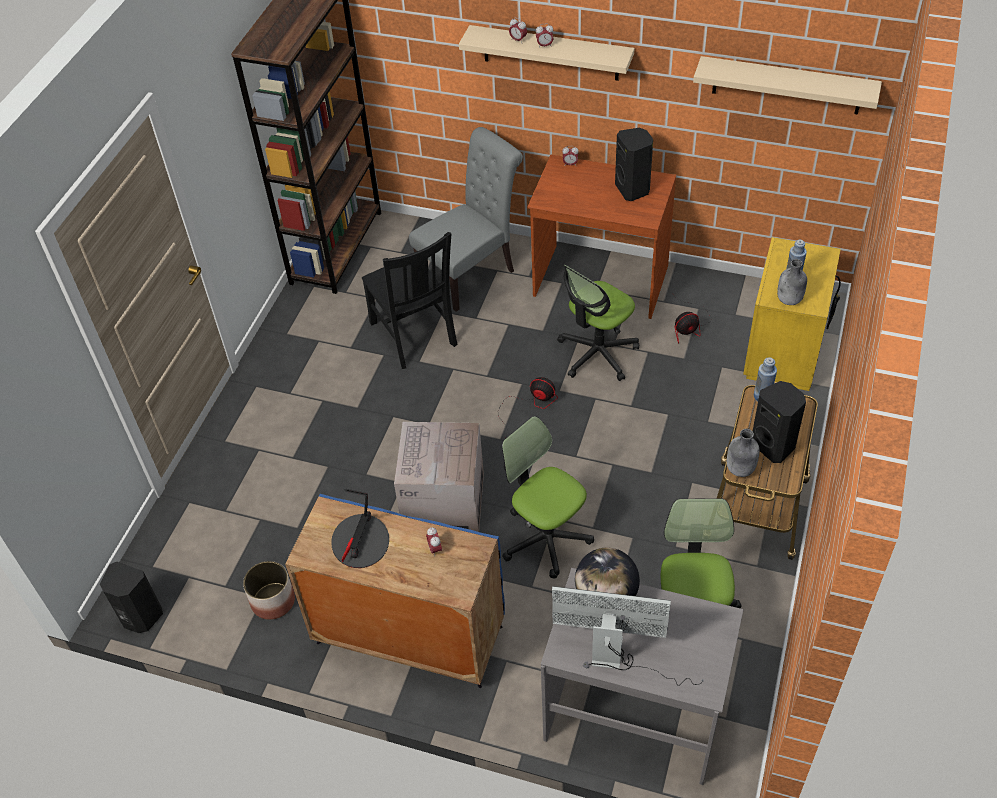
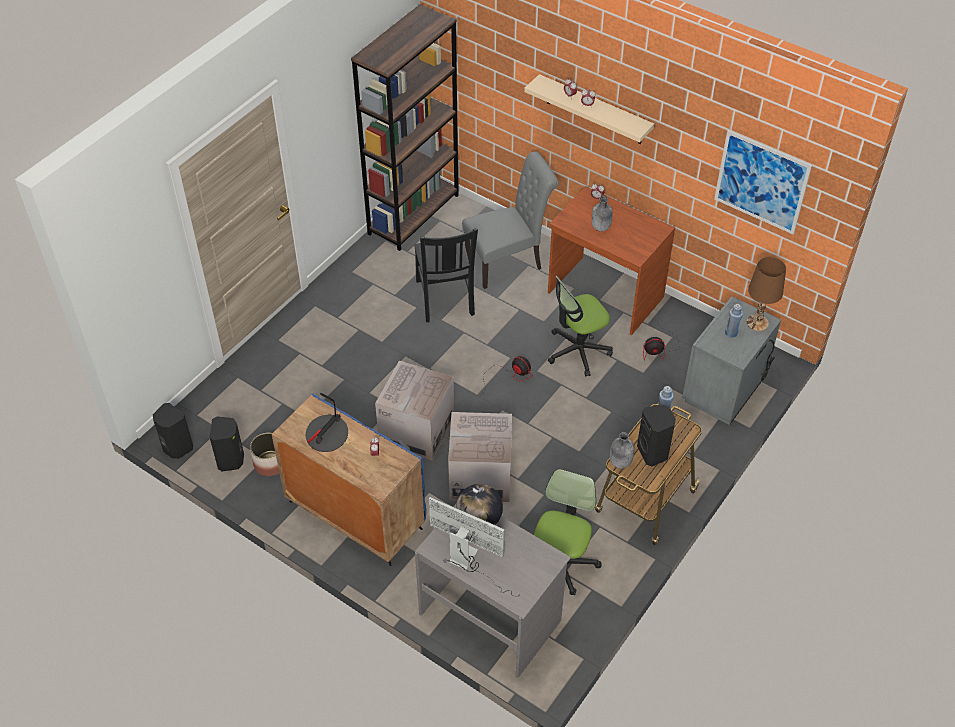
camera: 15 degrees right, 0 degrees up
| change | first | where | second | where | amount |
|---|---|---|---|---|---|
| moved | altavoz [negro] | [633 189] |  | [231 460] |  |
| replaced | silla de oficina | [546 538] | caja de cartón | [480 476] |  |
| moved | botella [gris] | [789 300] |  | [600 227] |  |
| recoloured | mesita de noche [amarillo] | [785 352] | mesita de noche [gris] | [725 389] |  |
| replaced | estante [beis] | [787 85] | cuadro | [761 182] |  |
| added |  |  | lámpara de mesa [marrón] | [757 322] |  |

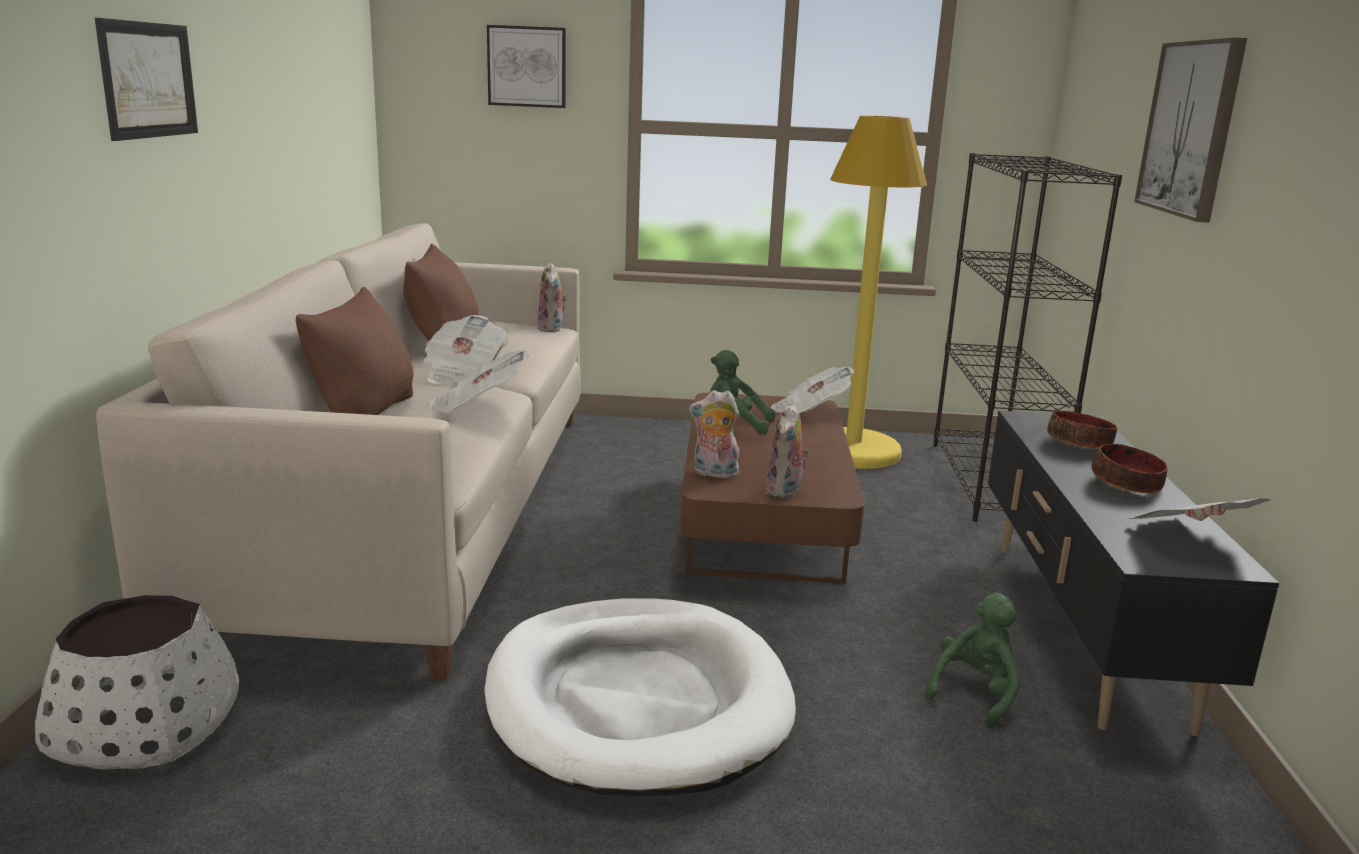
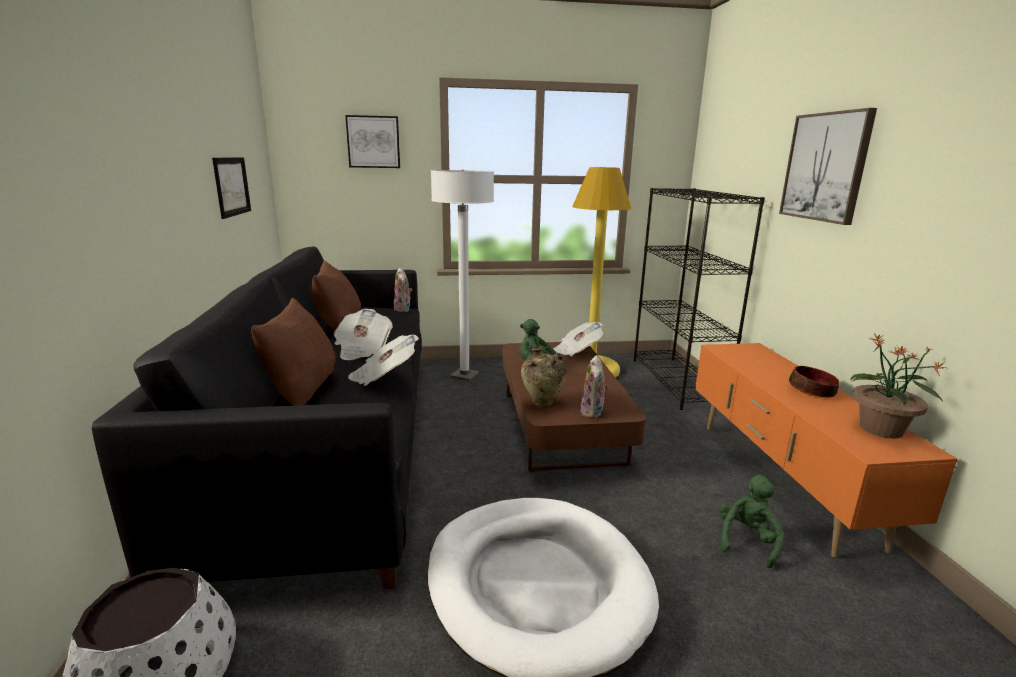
camera: 10 degrees left, 0 degrees up
| change | first | where | second | where | amount |
|---|---|---|---|---|---|
| recoloured | sofá [beis] | [416 510] | sofá [negro] | [333 442] |  |
| moved | cuadro | [148 80] |  | [232 186] |  |
| added |  |  | lámpara de pie [blanco] | [464 376] |  |
| replaced | peluche | [714 474] | florero [beis] | [542 404] |  |
| recoloured | mueble de televisión [negro] | [1081 629] | mueble de televisión [naranja] | [780 480] |  |
| replaced | periódico | [1190 539] | planta en maceta | [880 430] |  |
| removed | cuenco | [1079 443] |  |  |  |

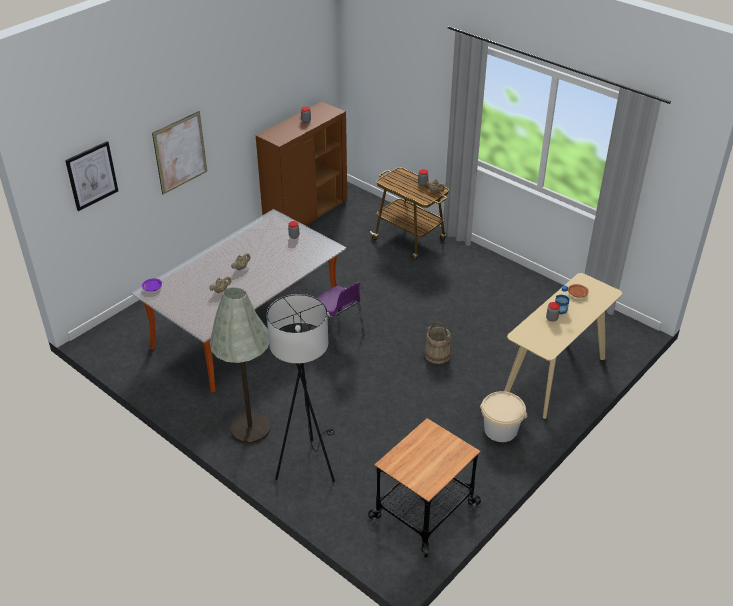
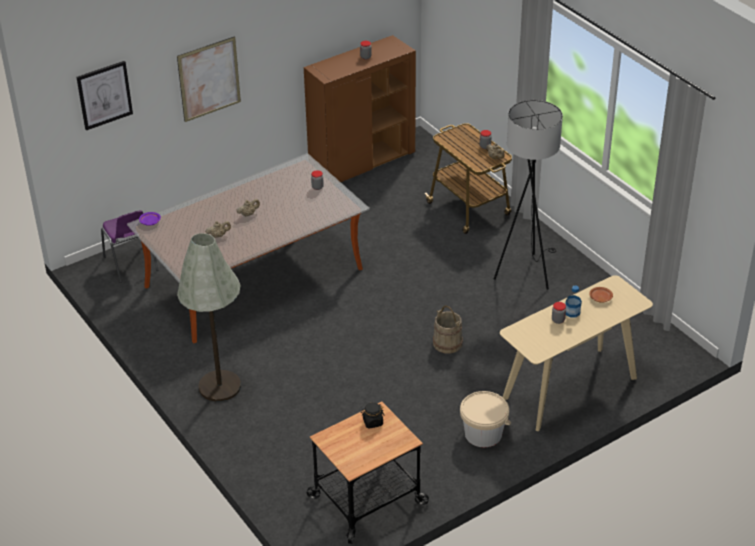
camera: 15 degrees right, 0 degrees up
| change | first | where | second | where | amount |
|---|---|---|---|---|---|
| moved | silla [morado] | [337 333] |  | [131 264] |  |
| added |  |  | tarro [negro] | [372 422] |  |
| moved | lámpara de pie [negro] | [307 463] |  | [525 271] |  |

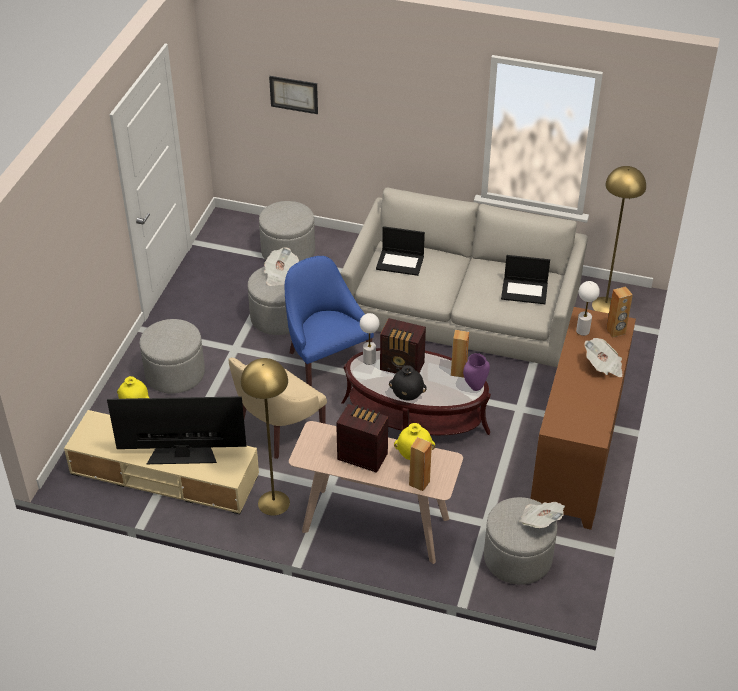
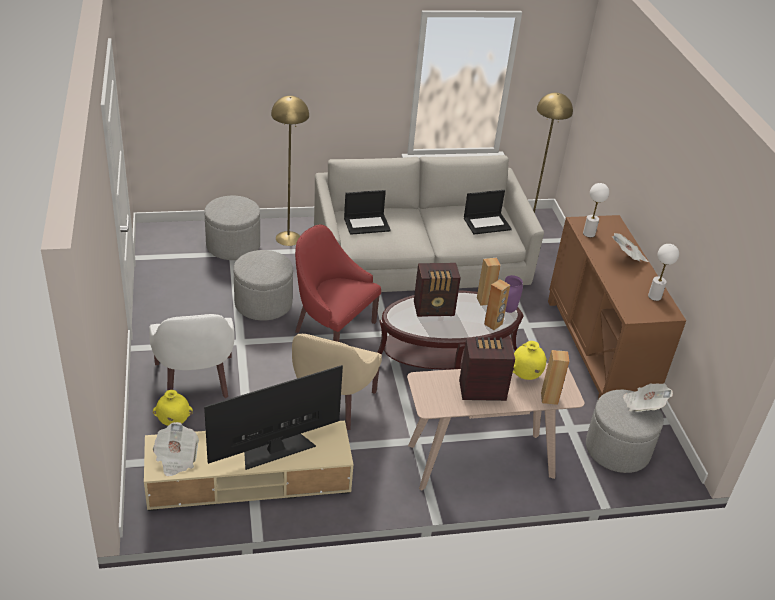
camera: 30 degrees left, 5 degrees down
| change | first | where | second | where | amount |
|---|---|---|---|---|---|
| replaced | puf [gris] | [175 373] | sillón [blanco] | [195 380] |  |
| moved | periódico | [280 275] |  | [176 458] |  |
| moved | lámpara de pie [amarillo] | [274 503] |  | [288 238] |  |
| recoloured | sillón [azul] | [325 358] | sillón [rojo] | [332 328] |  |
| moved | altavoz [marrón] | [615 331] |  | [493 324] |  |
| moved | lámpara de mesa [blanco] | [369 360] |  | [654 296] |  |
| removed | cuadro | [294 94] |  |  |  |
| removed | florero [negro] | [407 396] |  |  |  |

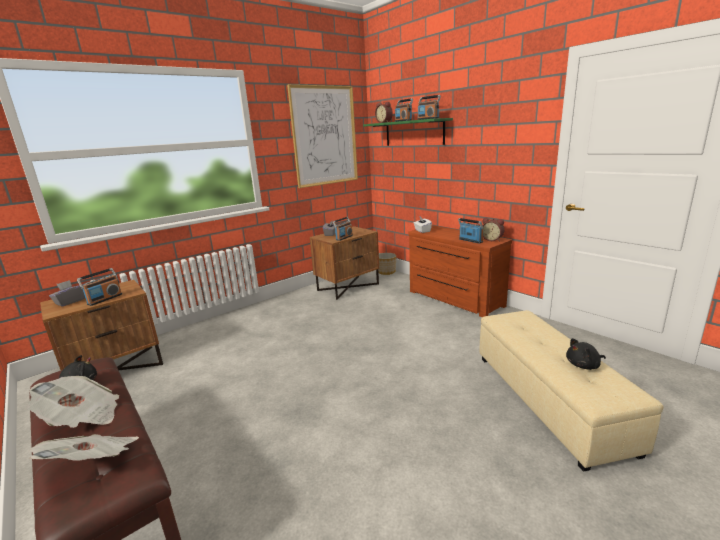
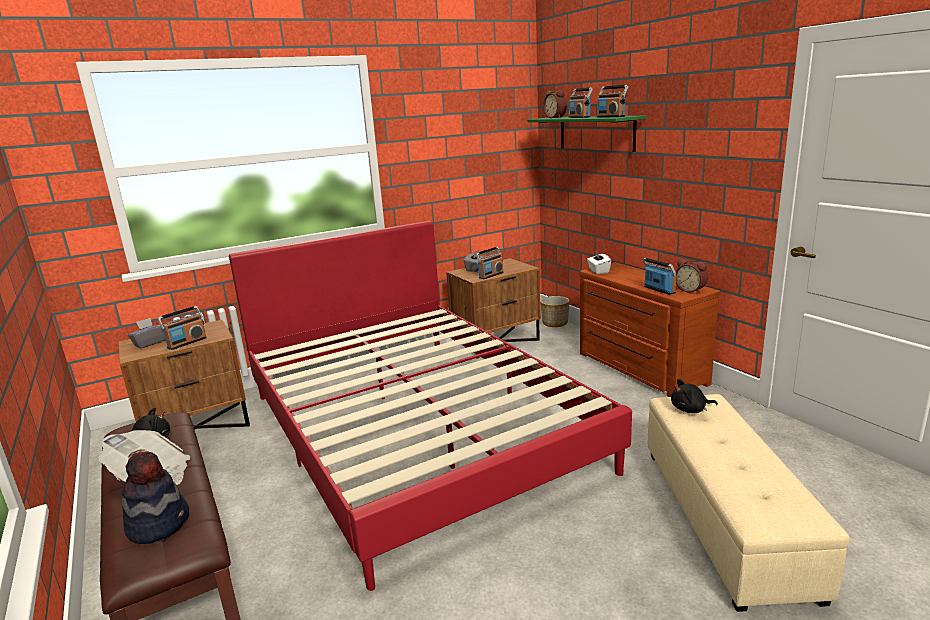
camera: 10 degrees right, 0 degrees up
| change | first | where | second | where | amount |
|---|---|---|---|---|---|
| replaced | periódico | [95 463] | sombrero | [159 523] |  |
| added |  |  | cama [rojo] | [415 429] |  |
| moved | peluche [negro] | [584 365] |  | [690 409] |  |
| removed | cuadro | [324 136] |  |  |  |

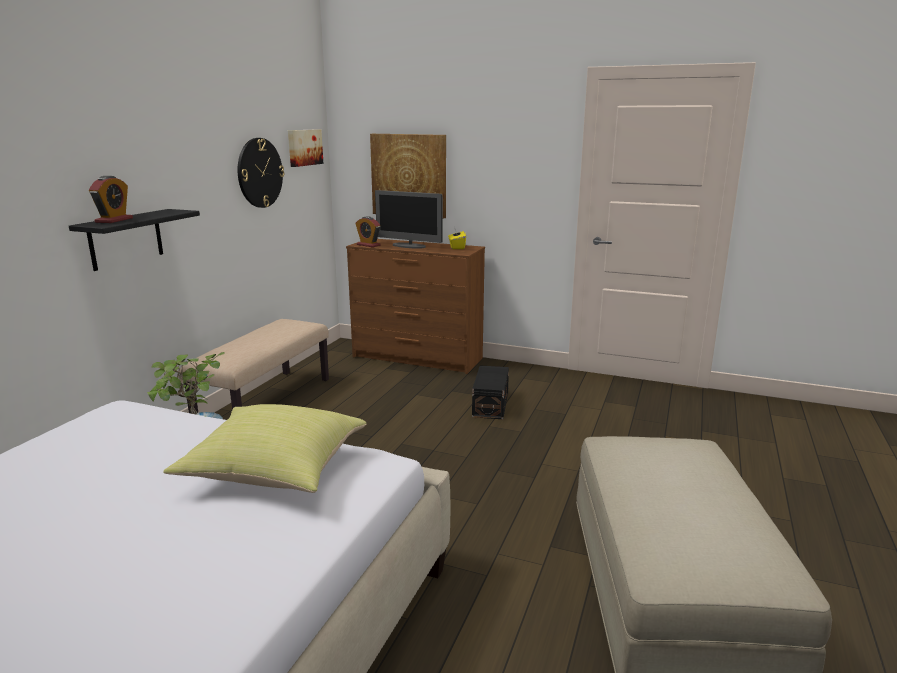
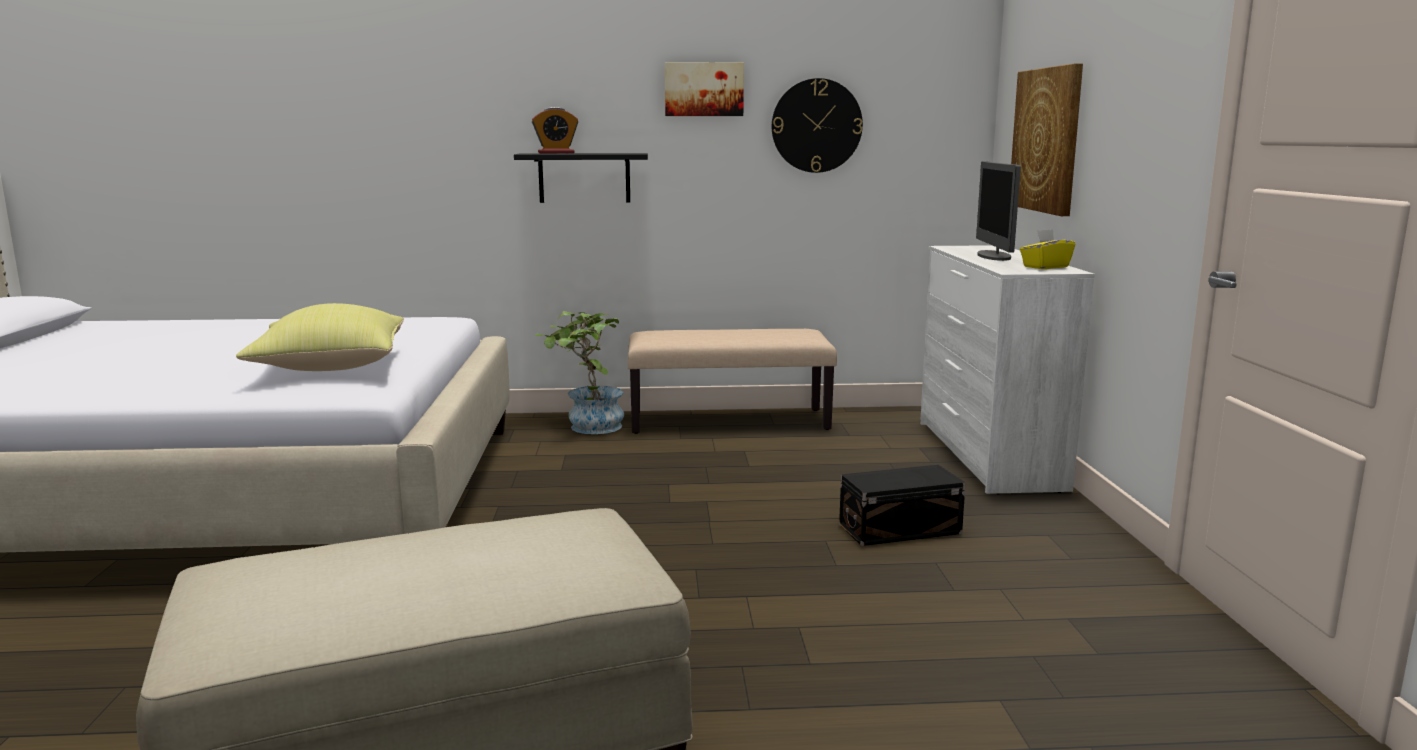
camera: 65 degrees right, 5 degrees down
| change | first | where | second | where | amount |
|---|---|---|---|---|---|
| moved | cuadro | [304 147] |  | [704 89] |  |
| recoloured | cómoda [marrón] | [417 358] | cómoda [blanco] | [986 455] |  |
| removed | despertador | [368 245] |  |  |  |

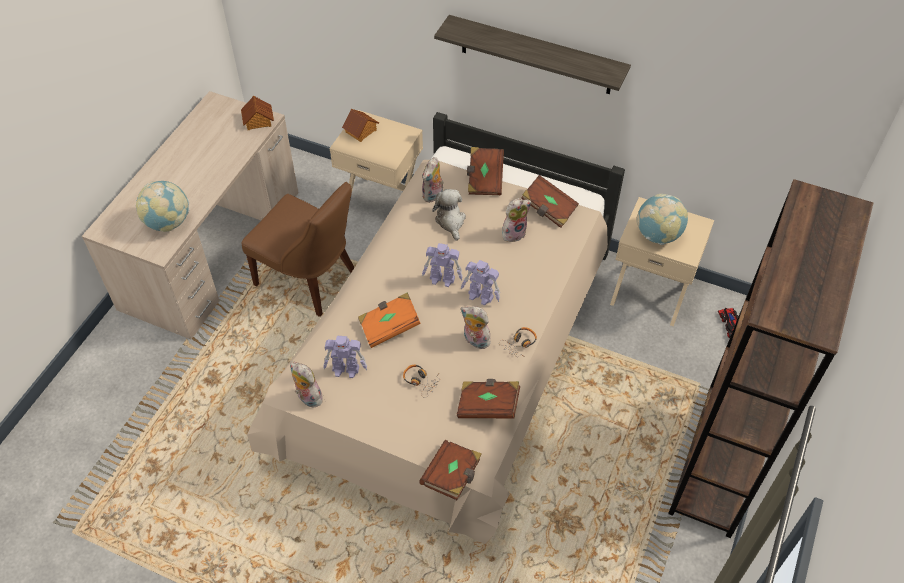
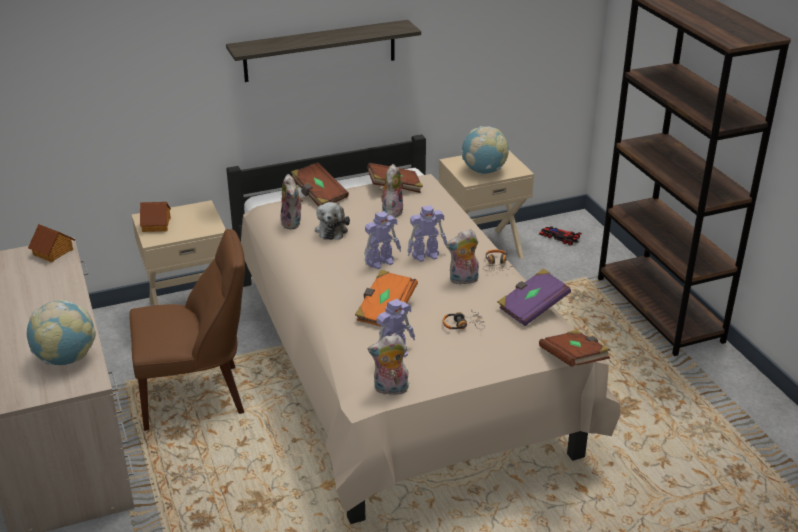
camera: 45 degrees left, 20 degrees down
| change | first | where | second | where | amount |
|---|---|---|---|---|---|
| turned | peluche | [450 221] |  | [332 229] | 120 degrees counterclockwise |
| recoloured | libro [marrón] | [488 405] | libro [morado] | [532 308] |  |

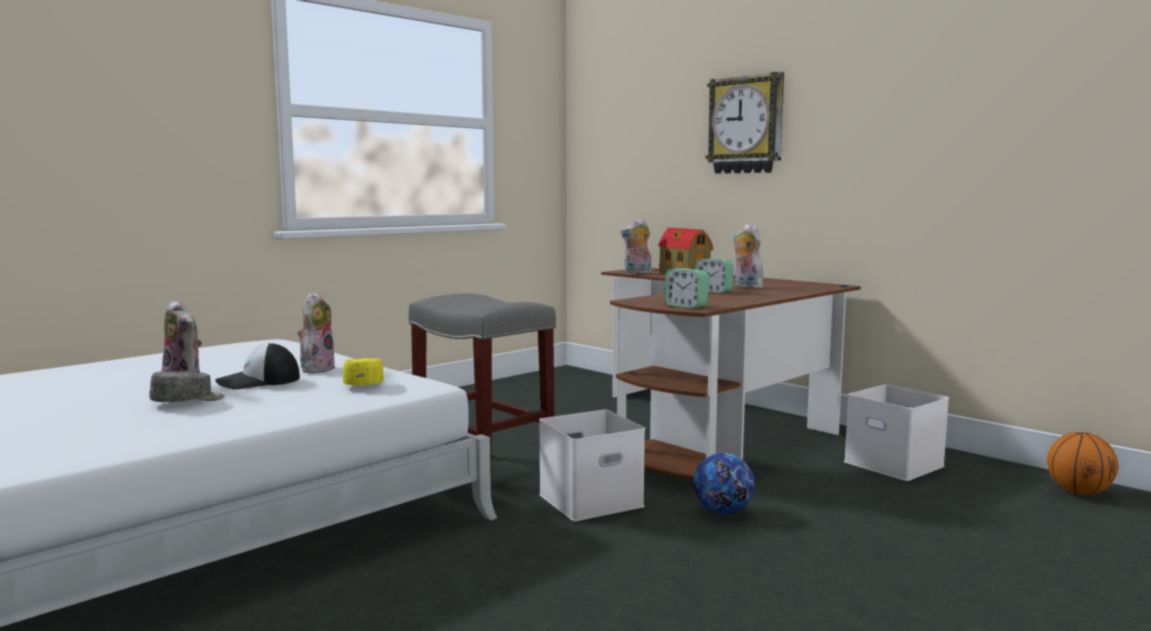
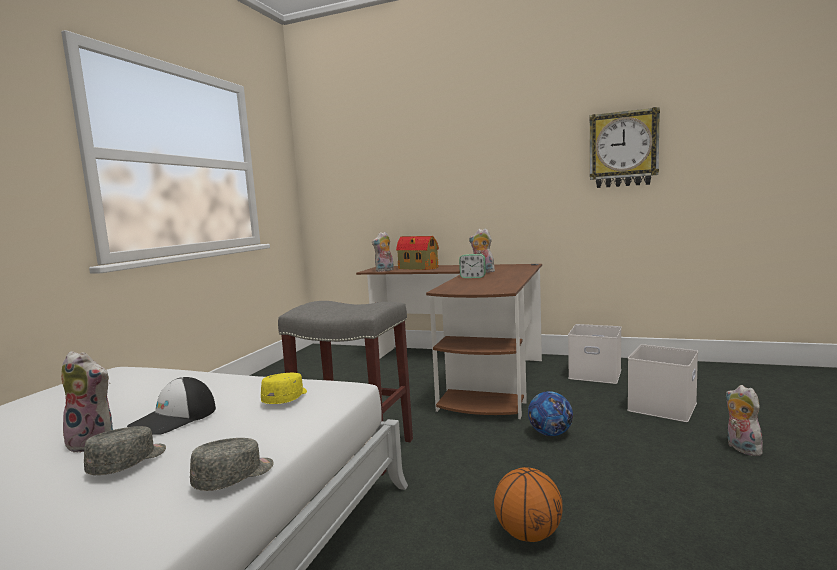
camera: 25 degrees left, 0 degrees up
| change | first | where | second | where | amount |
|---|---|---|---|---|---|
| added |  |  | gorra [gris] | [235 477] |  |
| turned | gorra [amarillo] | [365 384] |  | [286 398] | 45 degrees clockwise |
| moved | balón de baloncesto | [1079 492] |  | [528 534] |  |
| moved | reloj de pared | [746 125] |  | [623 149] |  |
| moved | caja de almacenaje [blanco] | [591 499] |  | [661 406] |  |
| moved | peluche | [316 369] |  | [740 448] |  |
| removed | despertador | [686 306] |  |  |  |

